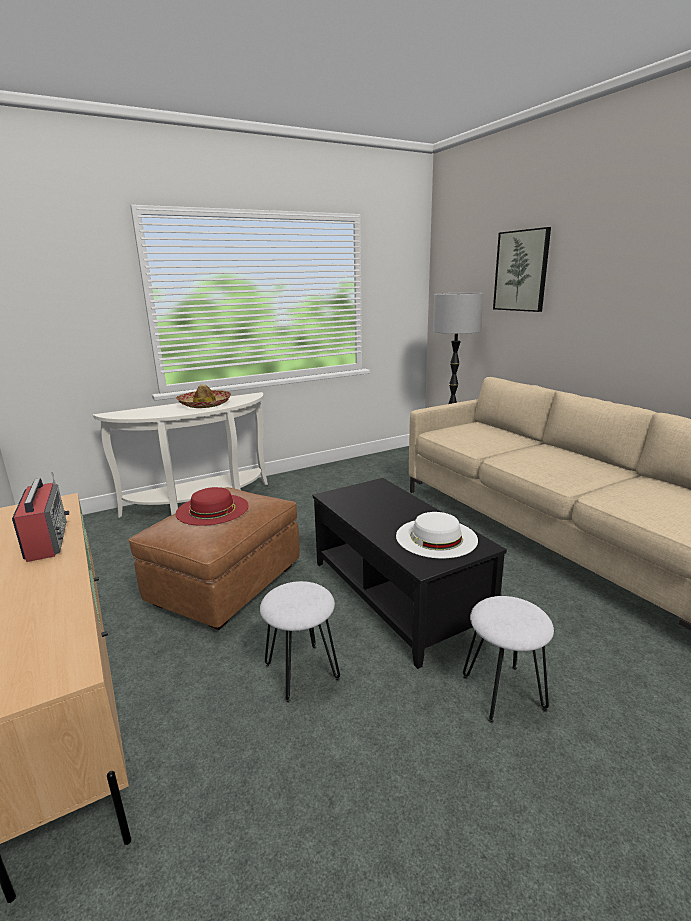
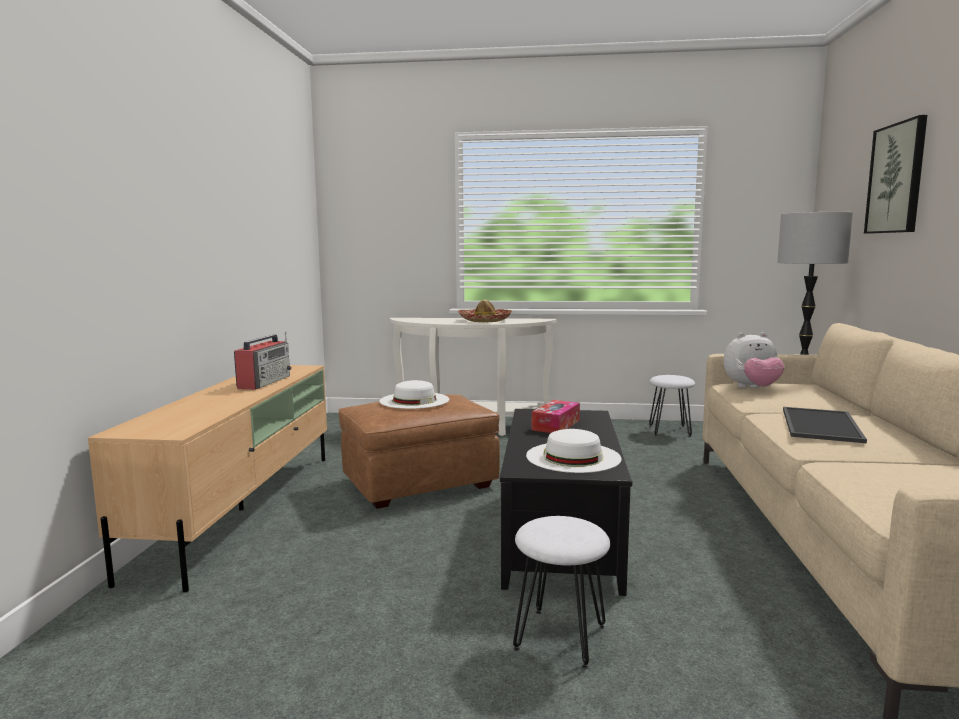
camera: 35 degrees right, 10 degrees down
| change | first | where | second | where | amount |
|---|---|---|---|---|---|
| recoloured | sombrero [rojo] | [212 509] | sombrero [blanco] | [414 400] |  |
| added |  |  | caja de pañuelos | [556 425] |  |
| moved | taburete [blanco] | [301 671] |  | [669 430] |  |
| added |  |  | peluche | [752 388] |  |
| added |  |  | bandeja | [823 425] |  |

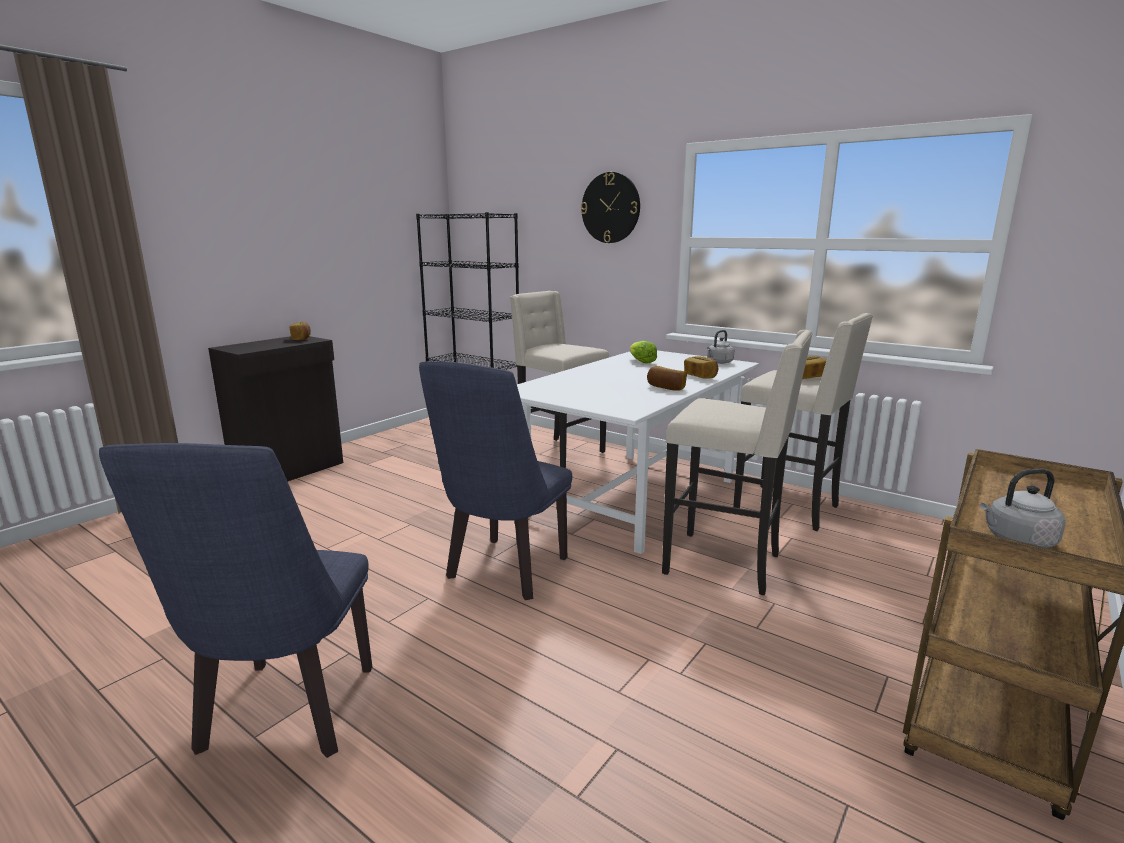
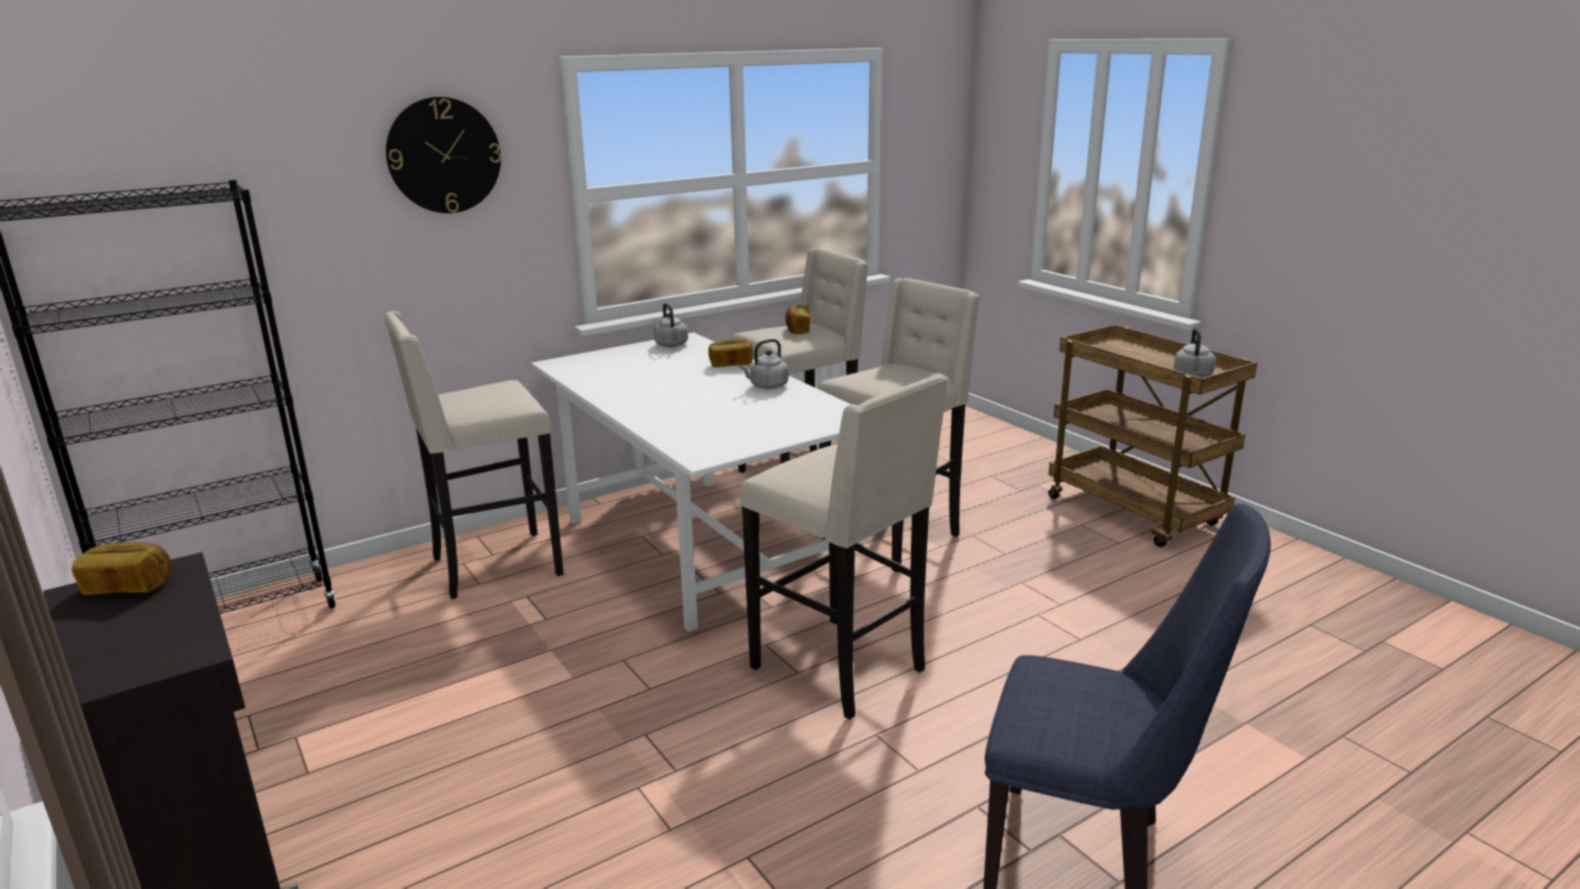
camera: 70 degrees left, 5 degrees up
| change | first | where | second | where | amount |
|---|---|---|---|---|---|
| replaced | pan | [666 388] | hervidor [gris] | [767 386] |  |
| replaced | silla [azul] | [503 573] | taburete [beis] | [842 669] |  |
| removed | lechuga | [641 362] |  |  |  |

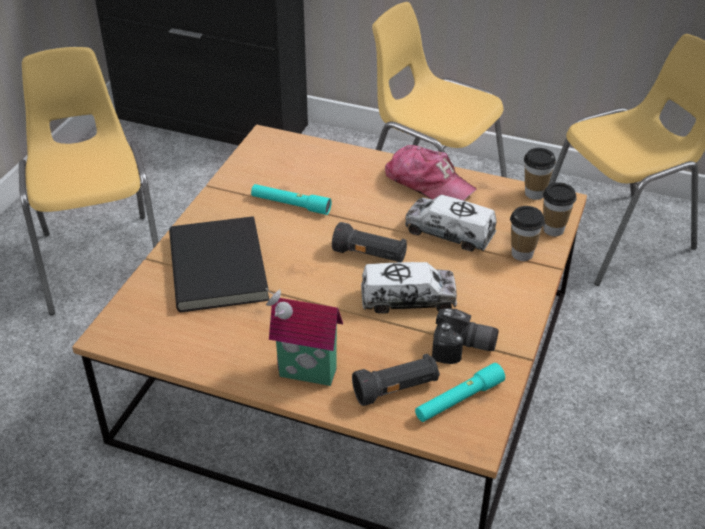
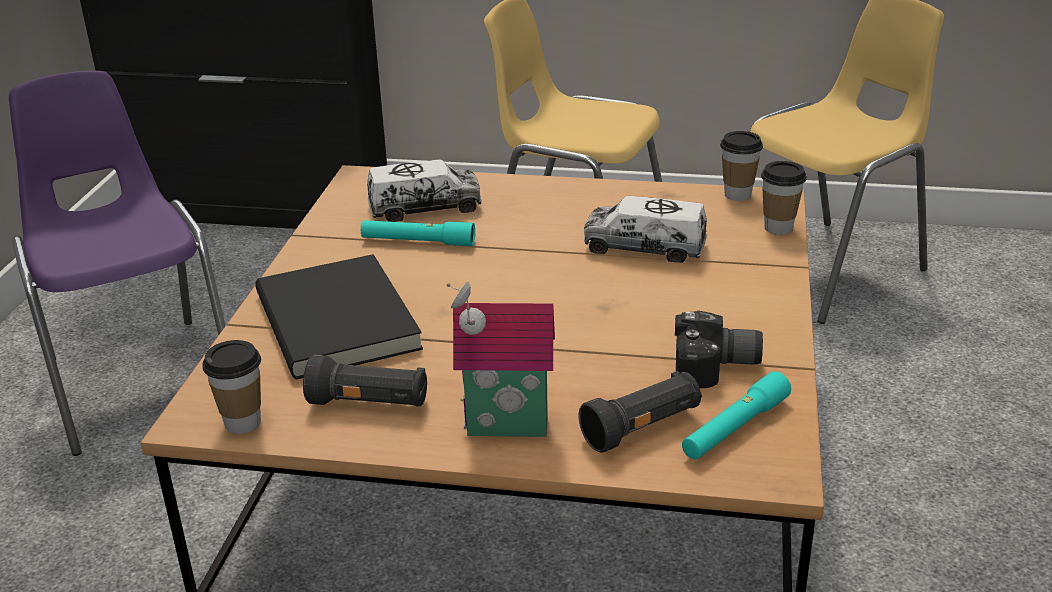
camera: 10 degrees left, 10 degrees down
| change | first | where | second | where | amount |
|---|---|---|---|---|---|
| recoloured | silla [amarillo] | [102 261] | silla [morado] | [140 381] |  |
| moved | taza | [522 254] |  | [243 423] |  |
| moved | linterna [negro] | [370 255] |  | [369 403] |  |
| moved | camión de juguete | [408 300] |  | [424 208] |  |
| removed | gorra | [428 183] |  |  |  |

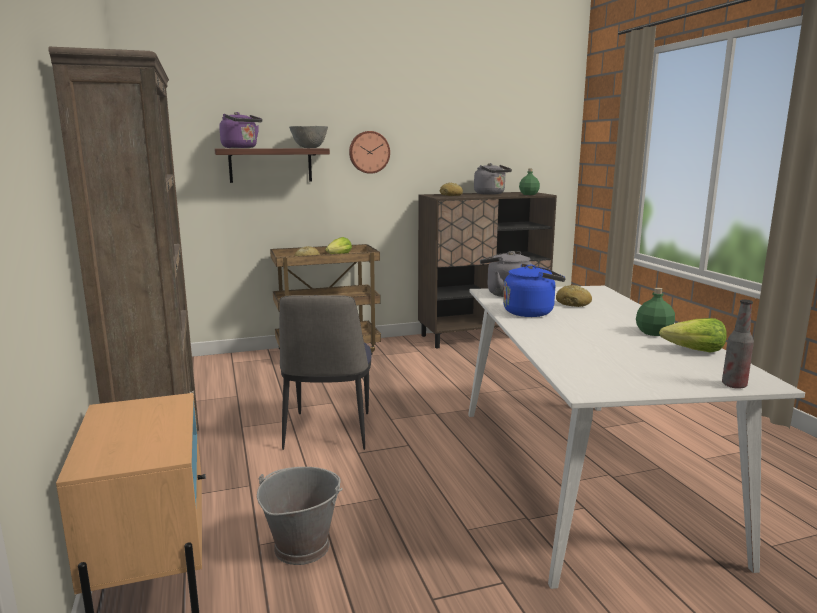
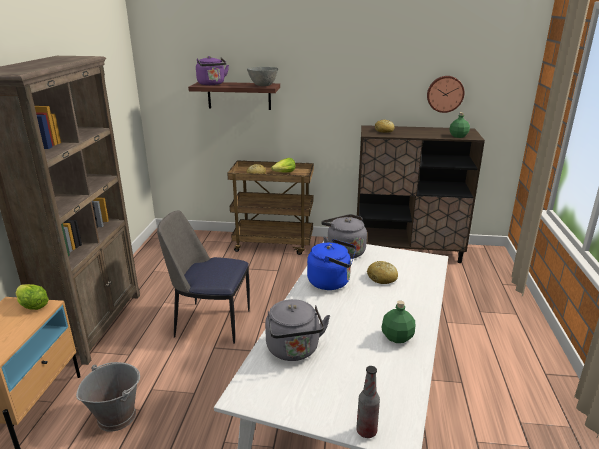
camera: 25 degrees right, 10 degrees up
| change | first | where | second | where | amount |
|---|---|---|---|---|---|
| moved | lechuga | [694 351] |  | [32 305] |  |
| turned | silla | [328 432] |  | [210 322] | 75 degrees clockwise |
| moved | hervidor [gris] | [491 194] |  | [294 350] |  |
| moved | reloj de pared | [369 152] |  | [445 94] |  |

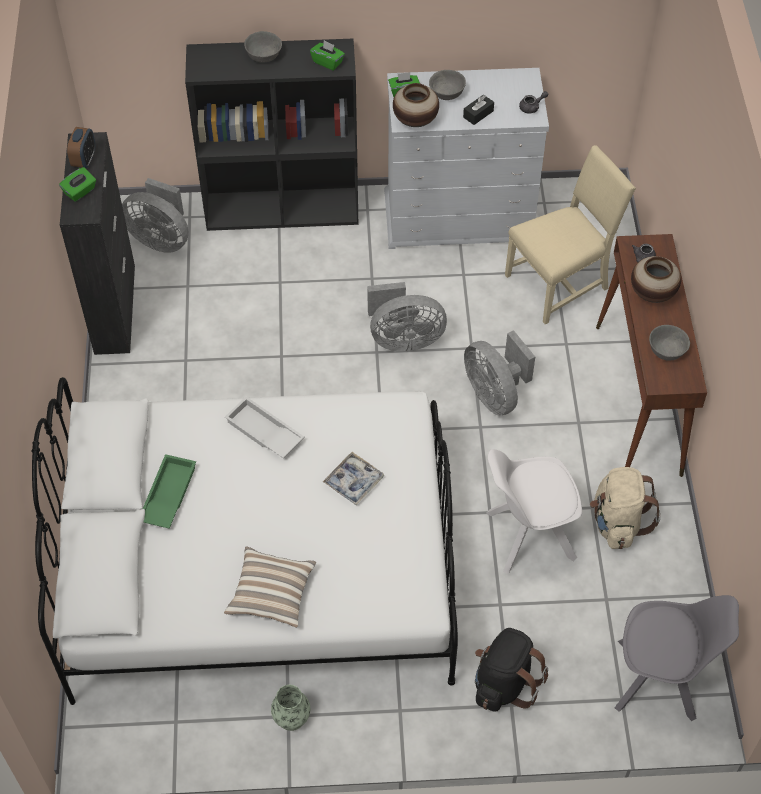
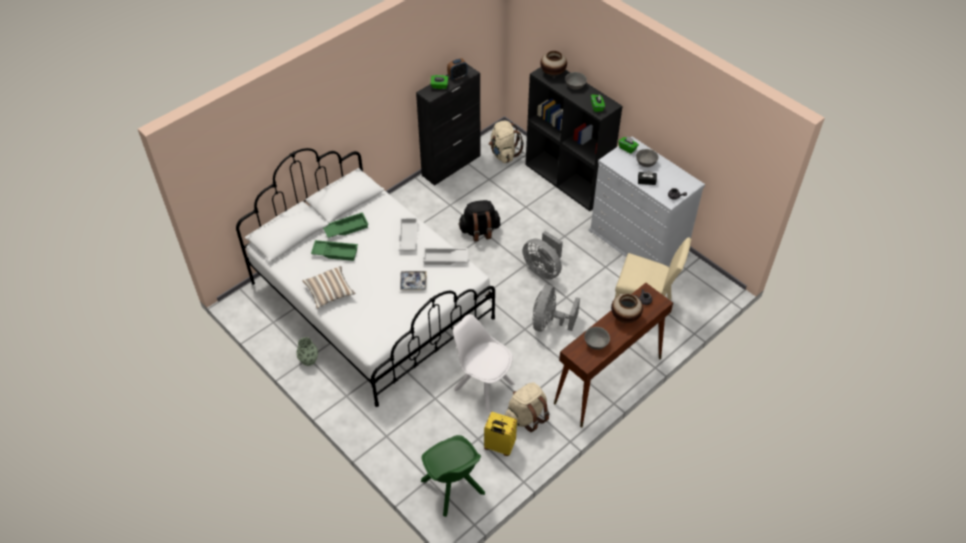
camera: 50 degrees right, 5 degrees down
| change | first | where | second | where | amount |
|---|---|---|---|---|---|
| added |  |  | bandeja [verde] | [335 252] |  |
| recoloured | silla [gris] | [659 680] | silla [verde] | [453 488] |  |
| added |  |  | bandeja [blanco] | [445 259] |  |
| moved | mochila [negro] | [504 683] |  | [479 231] |  |
| added |  |  | maleta [amarillo] | [499 446] |  |
| replaced | ventilador [gris] | [161 239] | mochila [beis] | [503 154] |  |
| moved | florero | [415 121] |  | [553 73] |  |

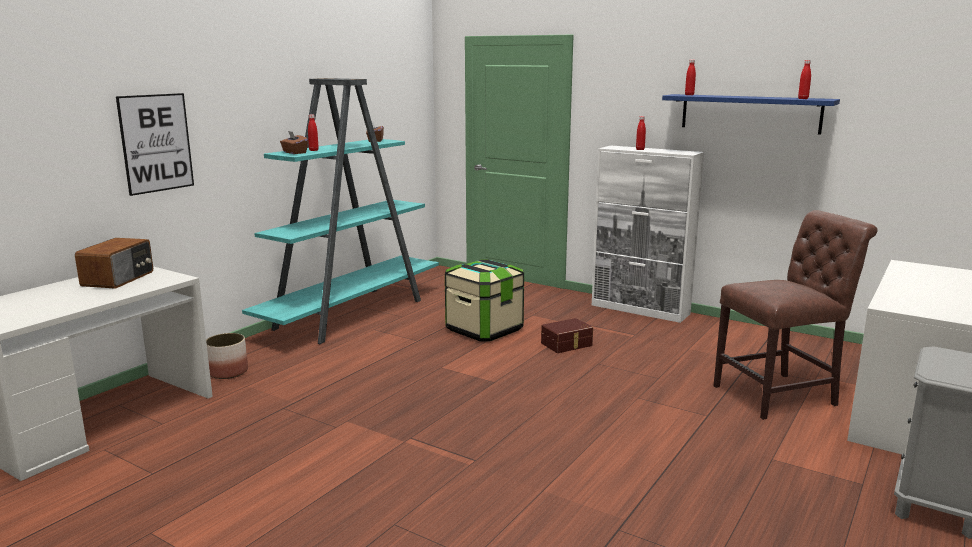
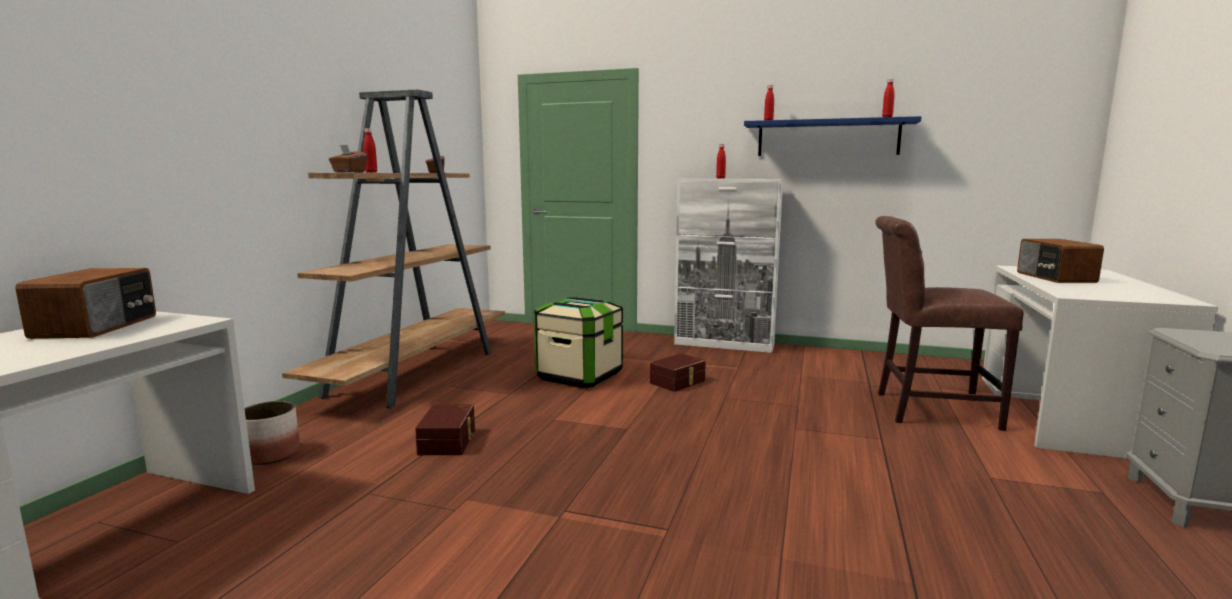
camera: 15 degrees left, 5 degrees down
| change | first | where | second | where | amount |
|---|---|---|---|---|---|
| recoloured | estantería [turquesa] | [351 314] | estantería [marrón] | [416 372] |  |
| added |  |  | caja de almacenaje [marrón] | [449 441] |  |
| turned | silla [marrón] | [780 395] |  | [928 409] | 135 degrees counterclockwise |
| added |  |  | radio | [1054 277] |  |
| removed | cuadro | [156 143] |  |  |  |

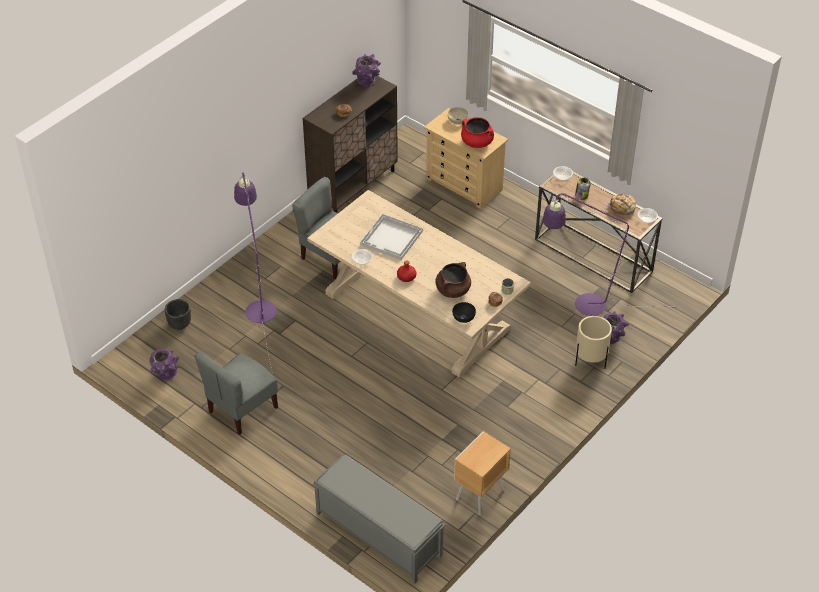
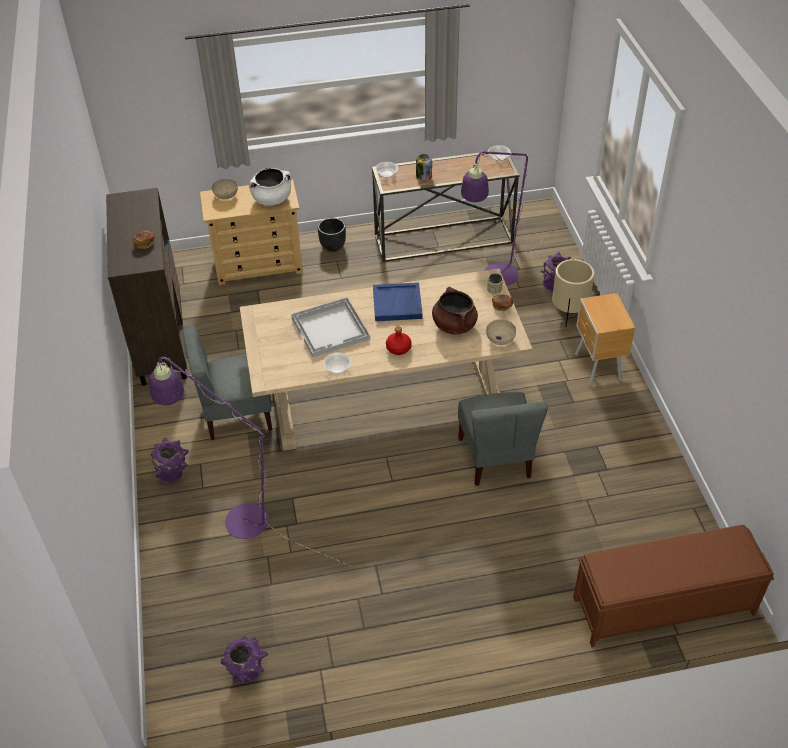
camera: 50 degrees left, 0 degrees up
| change | first | where | second | where | amount |
|---|---|---|---|---|---|
| moved | florero [morado] | [367 82] |  | [174 473] |  |
| recoloured | olla [rojo] | [477 142] | olla [blanco] | [272 199] |  |
| moved | maceta [negro] | [179 324] |  | [332 246] |  |
| added |  |  | bandeja [azul] | [397 304] |  |
| moved | silla [gris] | [242 409] |  | [496 458] |  |
| recoloured | cuenco [negro] | [463 318] | cuenco [beis] | [500 339] |  |
| recoloured | banco [gris] | [378 534] | banco [marrón] | [662 606] |  |
| moved | mesita de noche [marrón] | [479 495] |  | [597 368] |  |
| removed | pan | [622 208] |  |  |  |

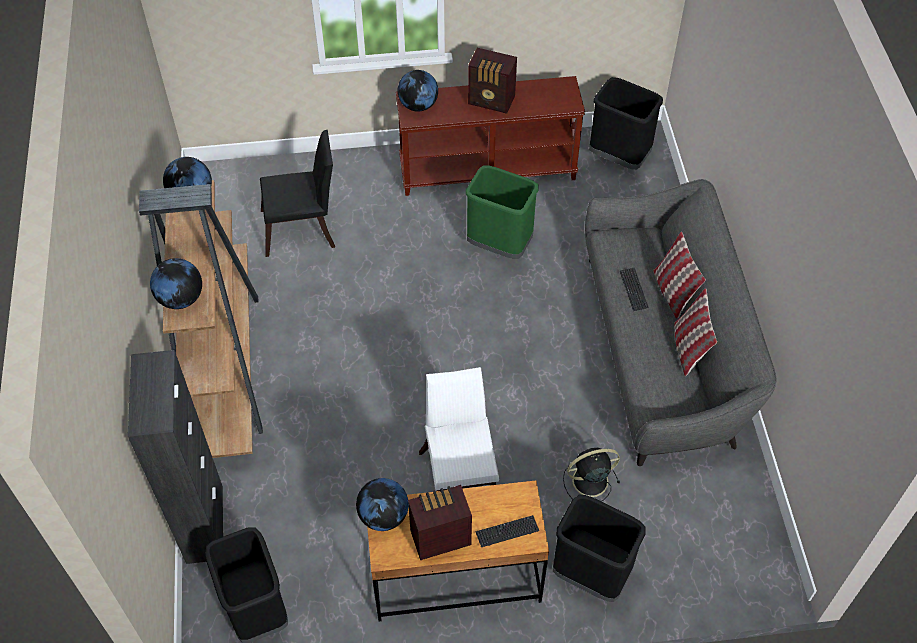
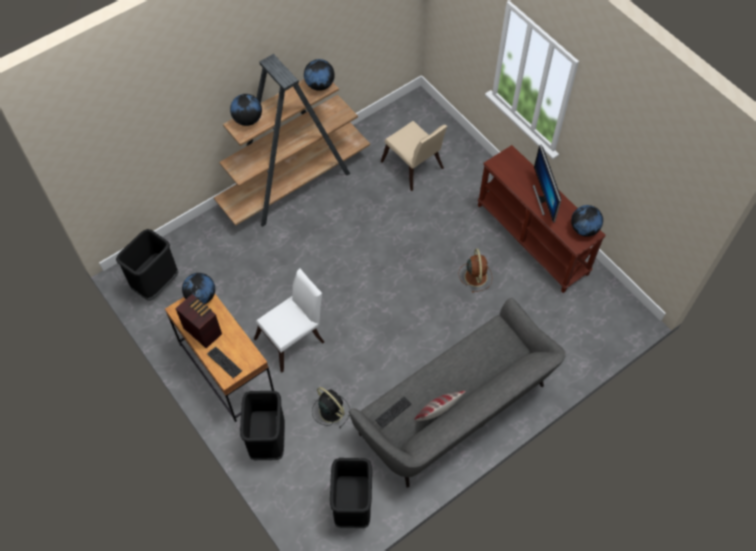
camera: 60 degrees right, 5 degrees up
| change | first | where | second | where | amount |
|---|---|---|---|---|---|
| moved | papelera [negro] | [619 157] |  | [353 506] |  |
| moved | teclado | [633 290] |  | [393 412] |  |
| recoloured | silla [negro] | [303 229] | silla [beis] | [414 168] |  |
| replaced | papelera [verde] | [499 245] | ventilador [marrón] | [475 275] |  |
| replaced | radio | [492 101] | monitor | [544 199] |  |
| moved | globo terráqueo | [418 105] |  | [584 229] |  |
| removed | armario [negro] | [205 524] |  |  |  |
| removed | cojín | [672 292] |  |  |  |

